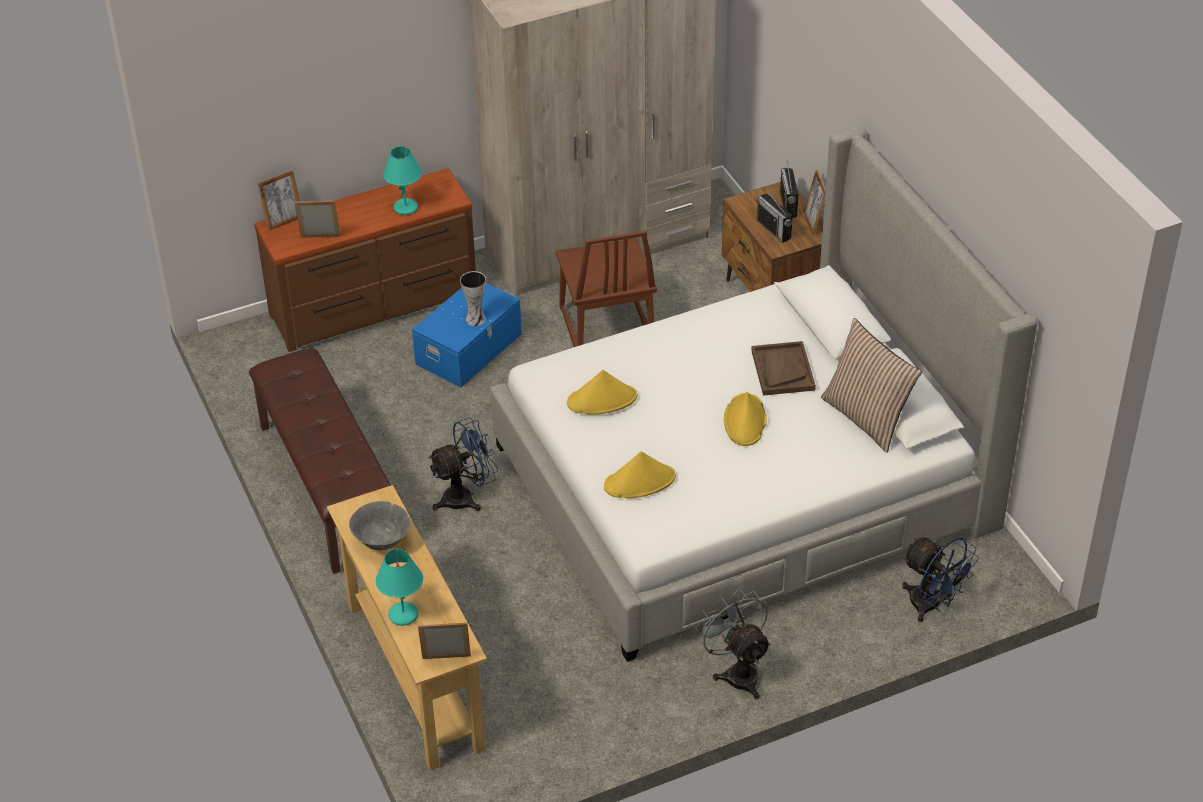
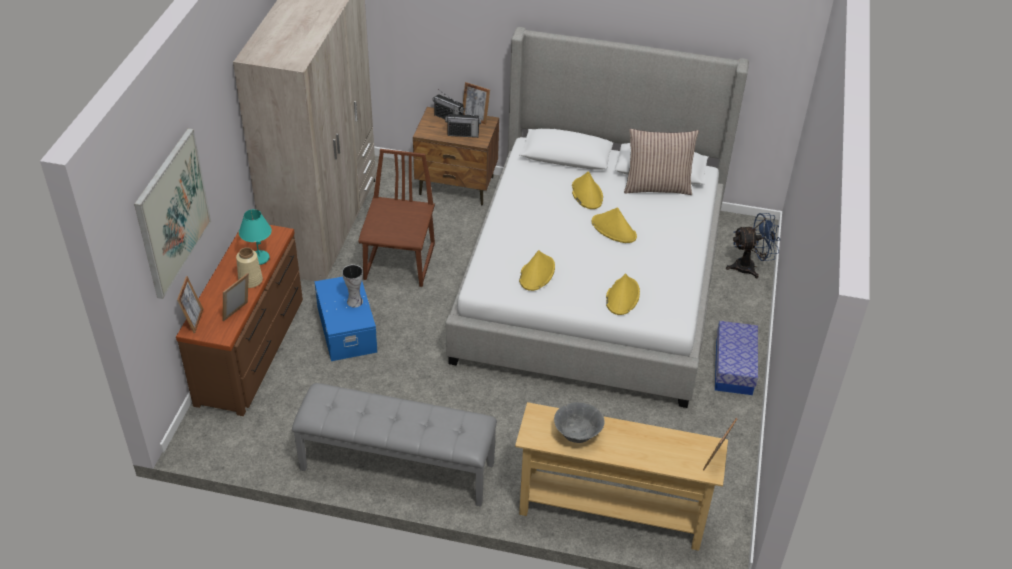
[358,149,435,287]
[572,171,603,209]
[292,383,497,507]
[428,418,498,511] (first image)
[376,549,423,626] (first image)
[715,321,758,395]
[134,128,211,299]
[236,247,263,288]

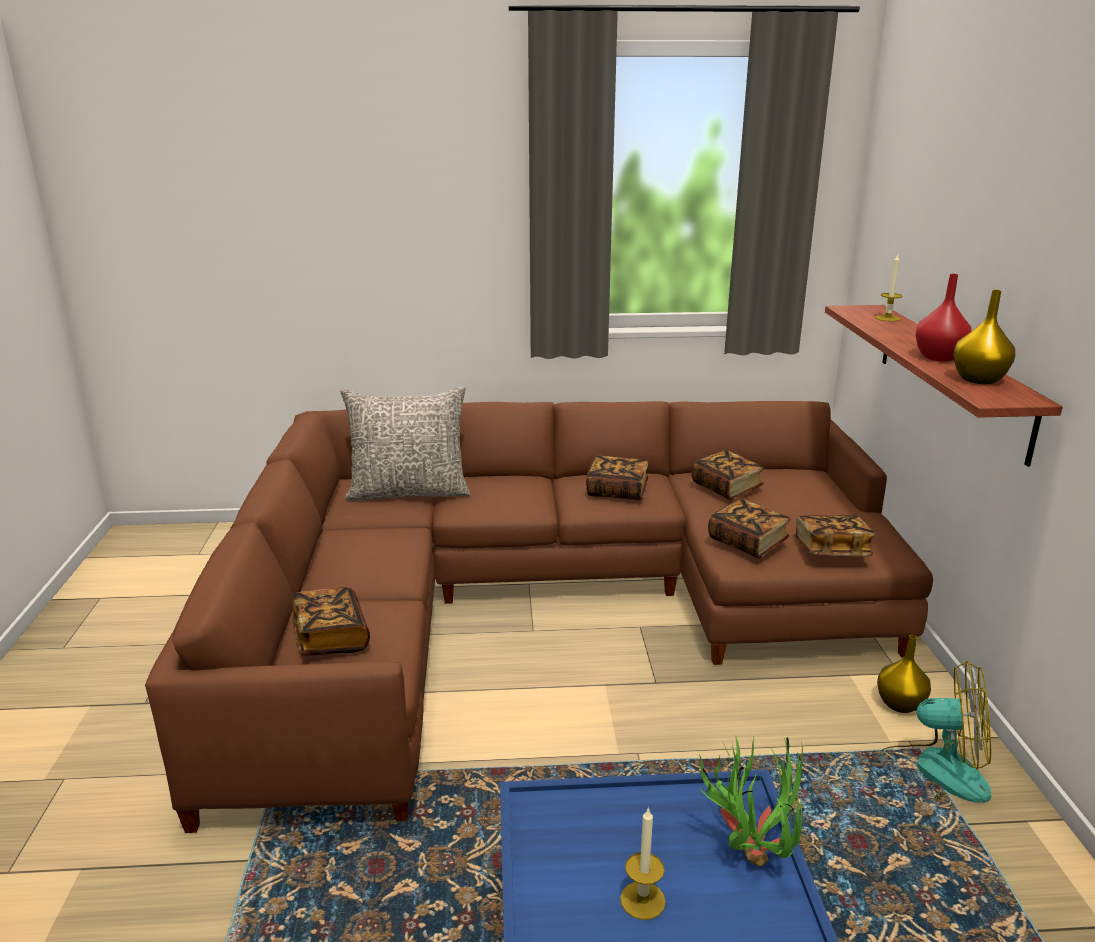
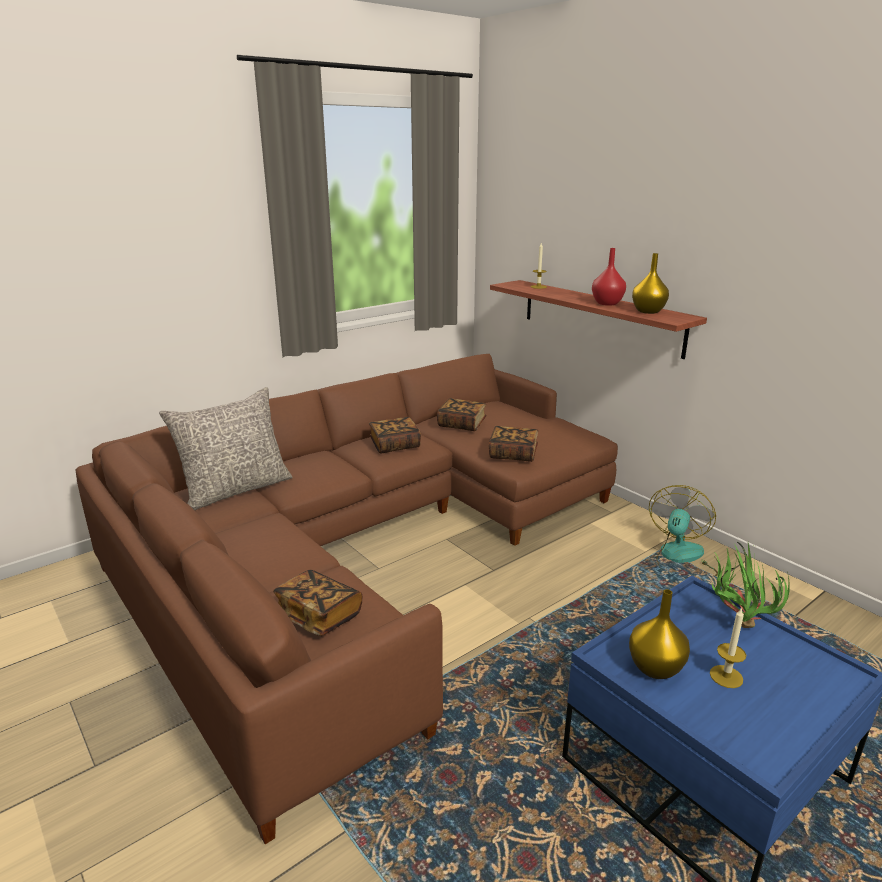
[796,515,876,556] (first image)
[629,589,690,679]
[649,485,718,576]

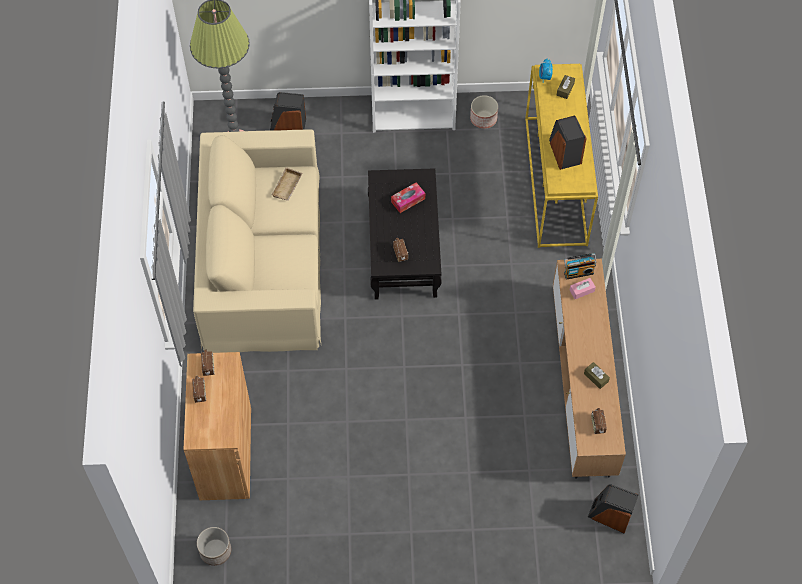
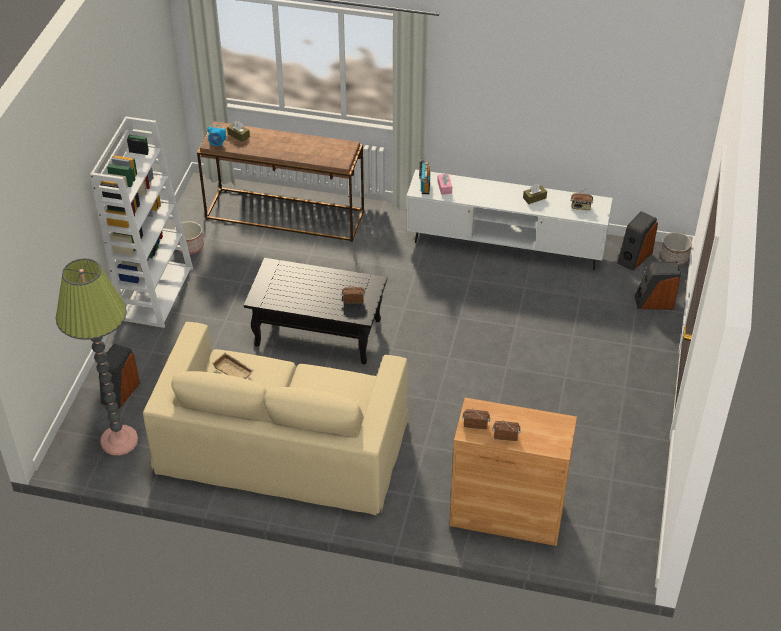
[197,122,364,242]
[635,261,681,310]
[391,182,425,213] (first image)
[406,170,613,270]
[660,232,692,266]

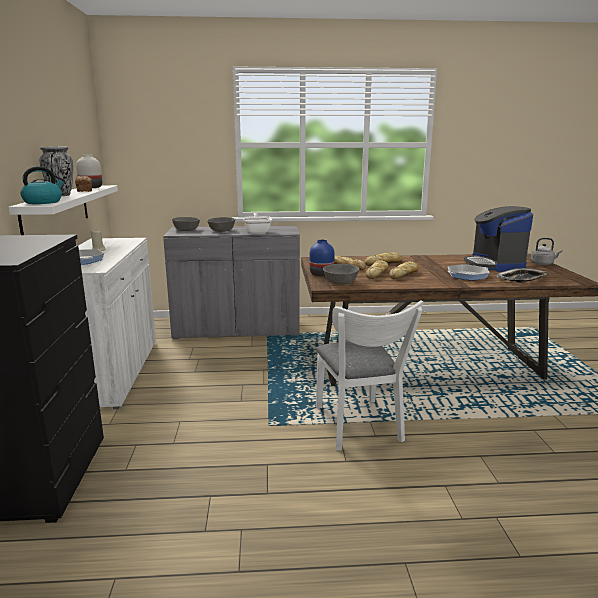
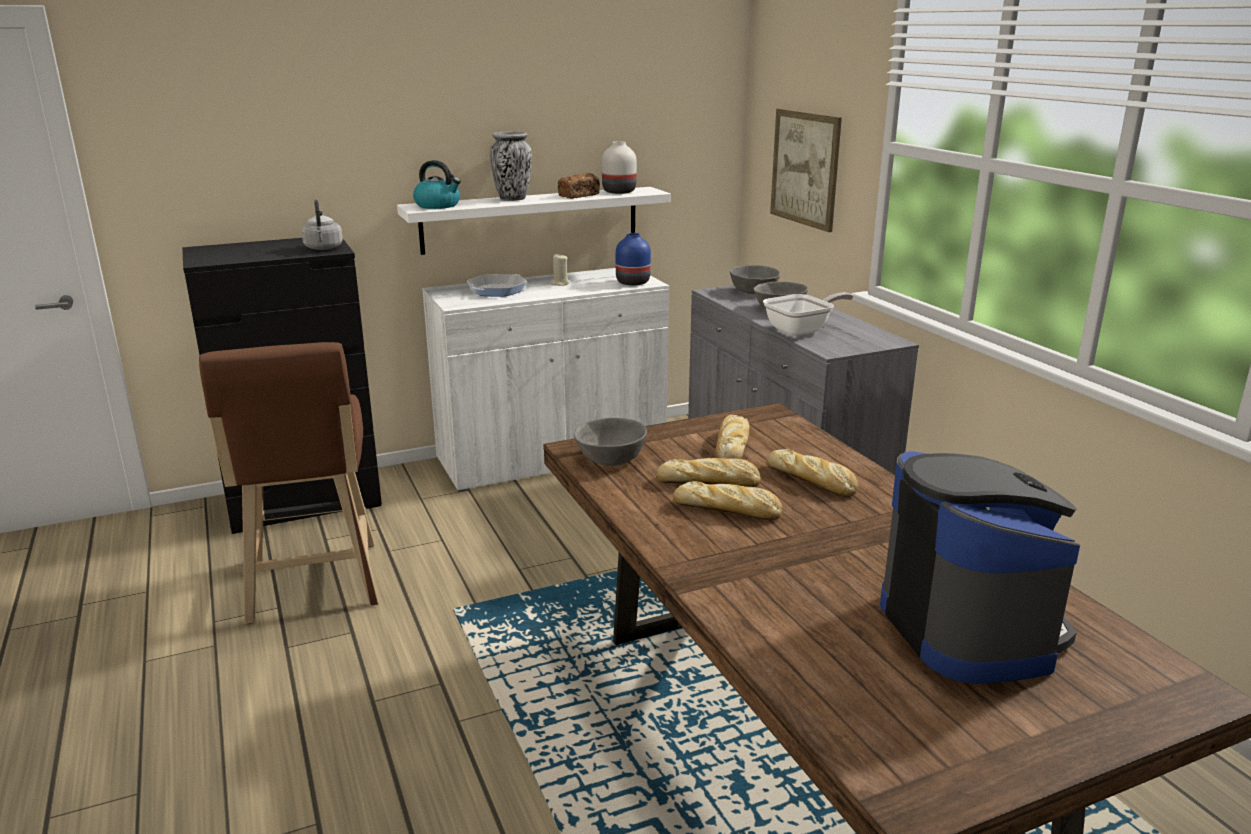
[880,451,1080,684]
[302,200,343,250]
[616,233,651,285]
[448,264,490,281] (first image)
[496,268,549,283] (first image)
[316,300,424,451] (first image)
[770,109,842,232]
[199,342,379,624]

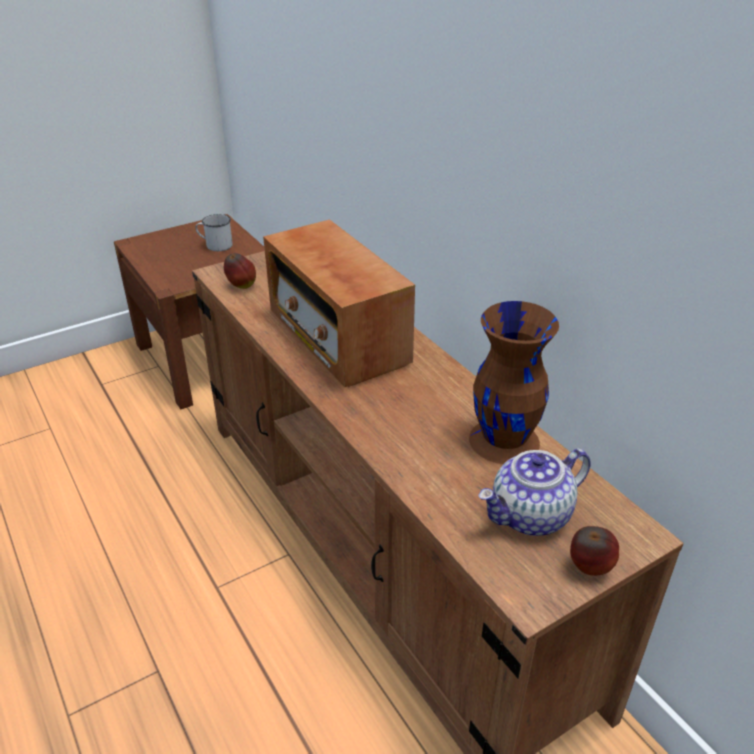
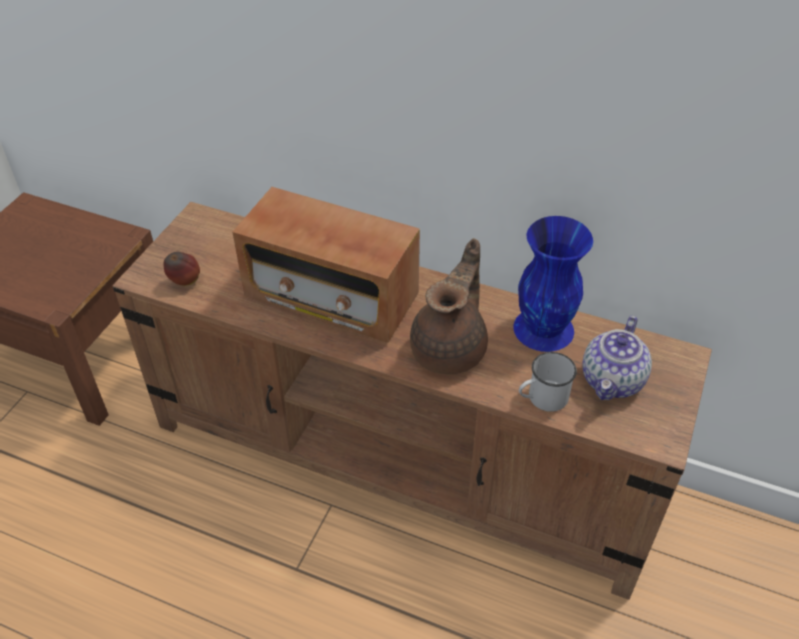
[519,352,577,412]
[514,216,593,352]
[570,526,619,576] (first image)
[410,238,488,374]

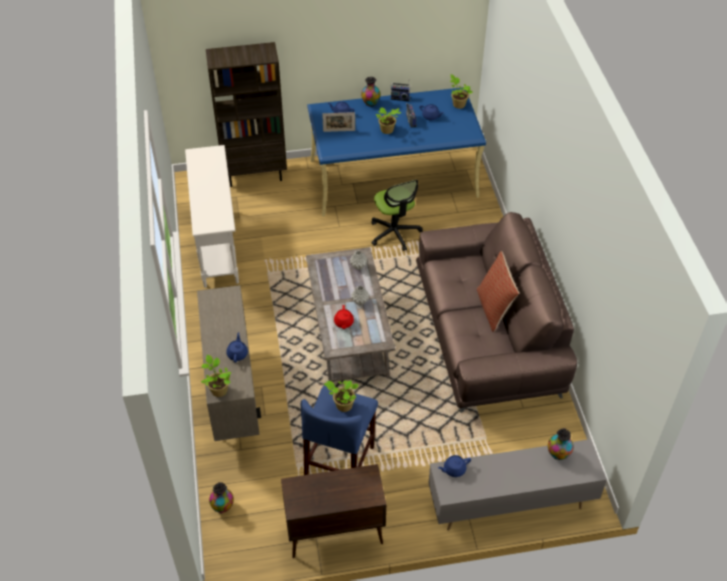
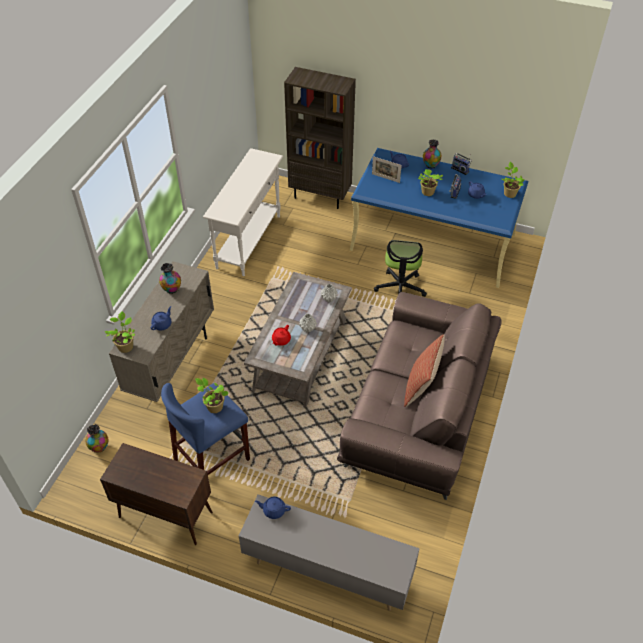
[159,263,181,294]

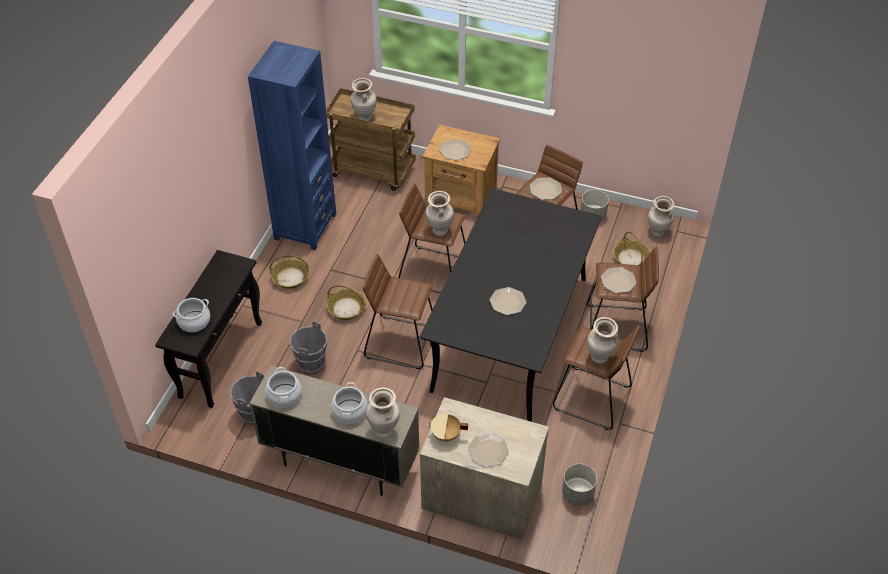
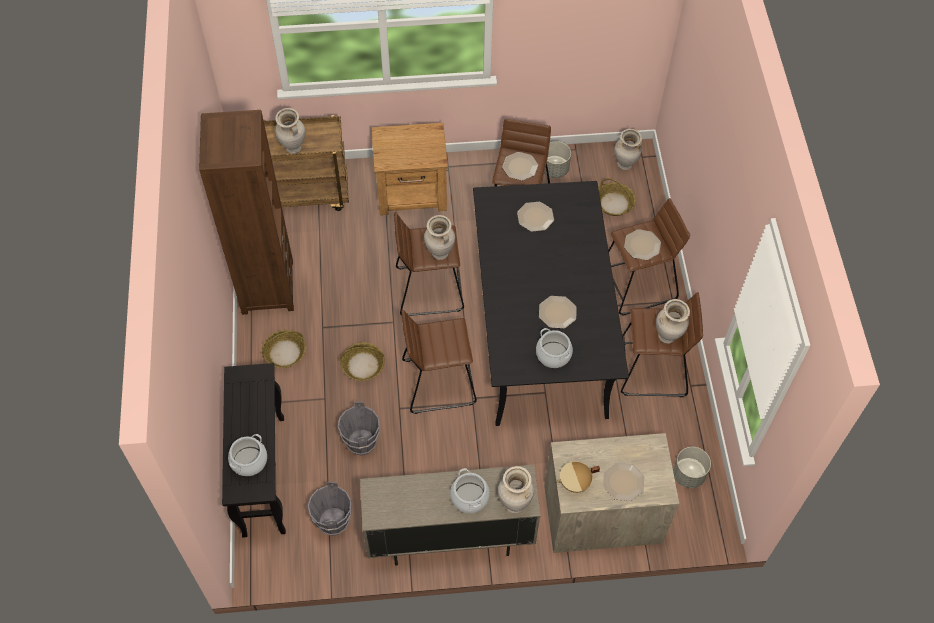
[199,110,294,315]
[517,202,554,232]
[536,328,573,368]

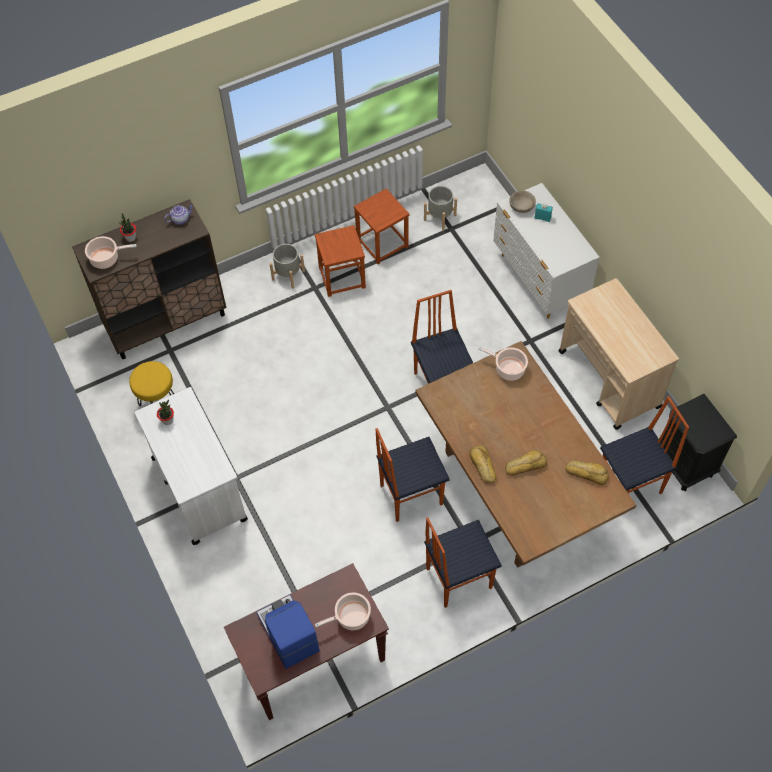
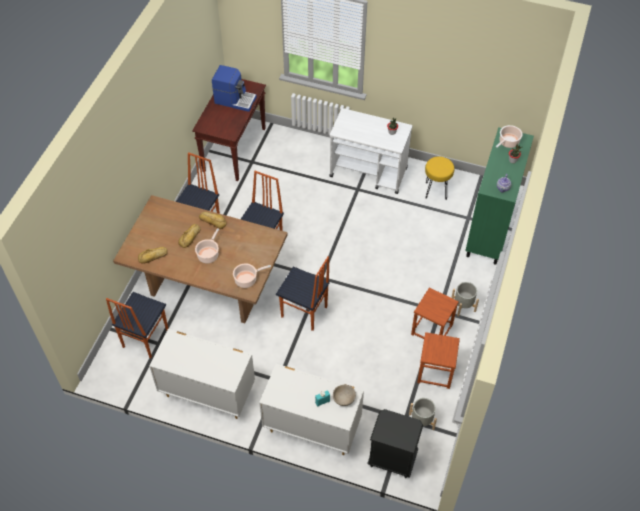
[465,127,534,265]
[149,329,255,419]
[367,409,423,478]
[195,228,219,264]

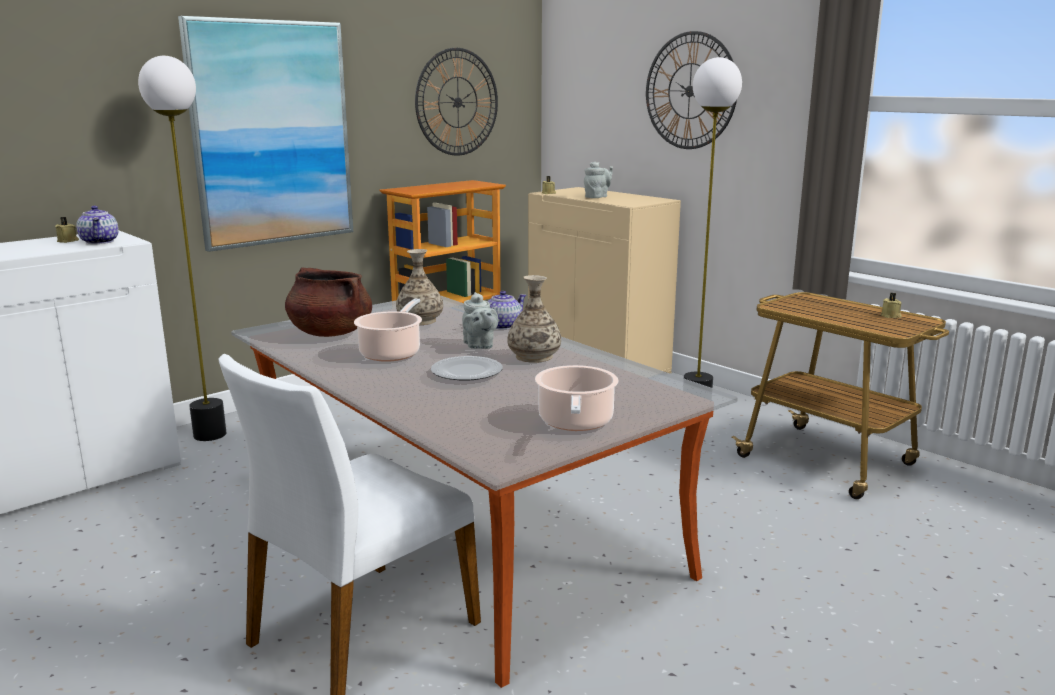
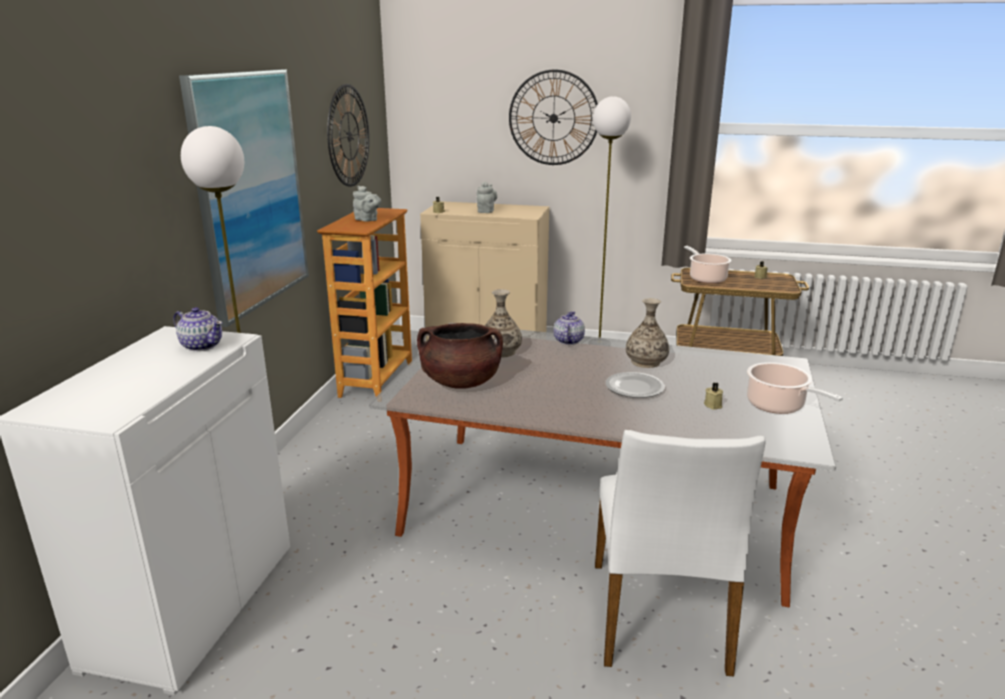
[704,382,723,409]
[353,186,381,222]
[684,246,731,284]

